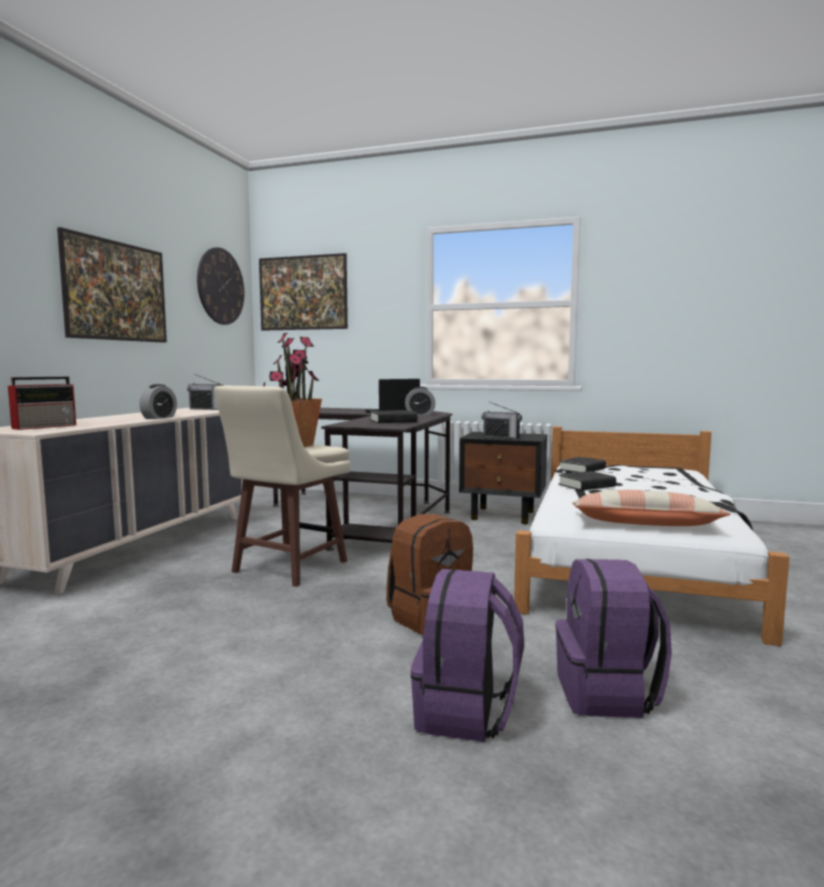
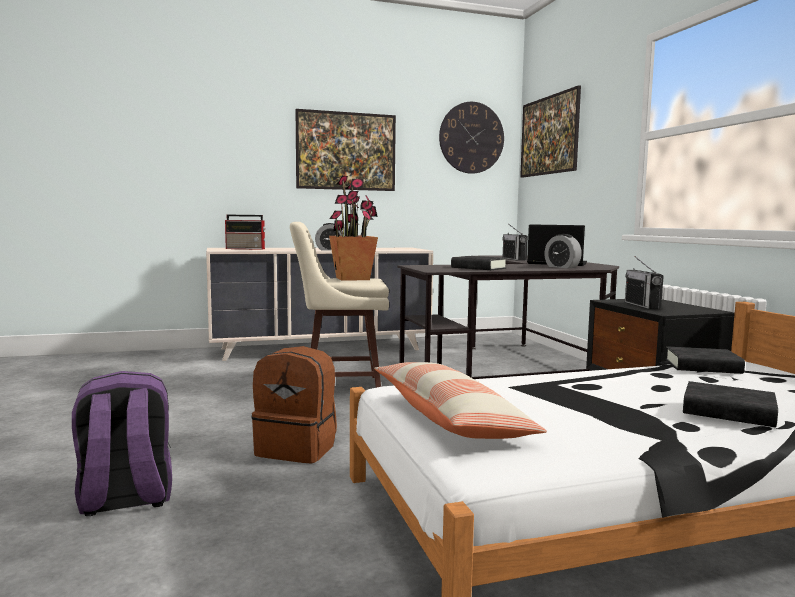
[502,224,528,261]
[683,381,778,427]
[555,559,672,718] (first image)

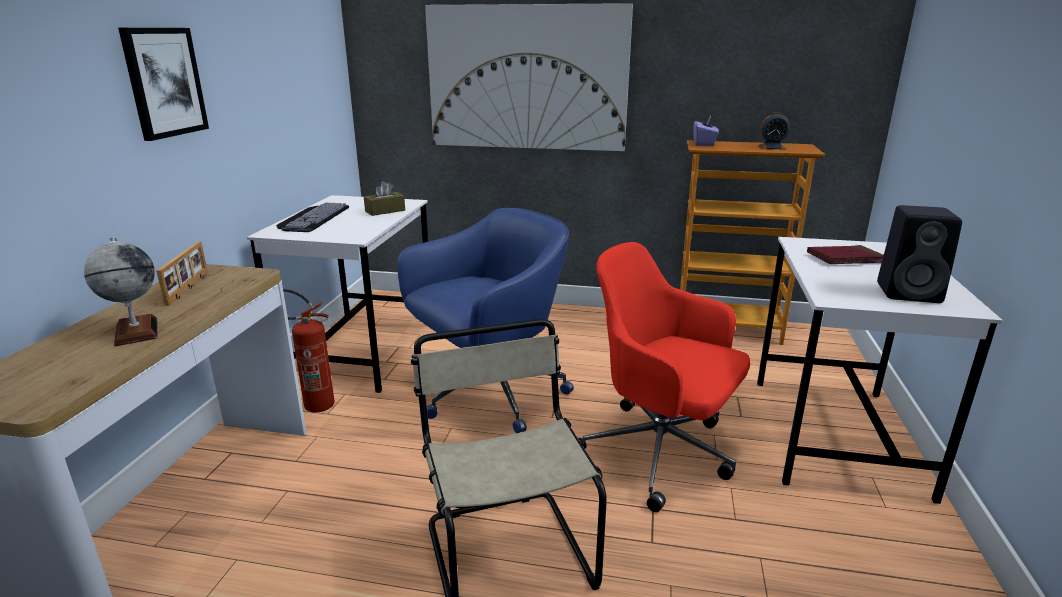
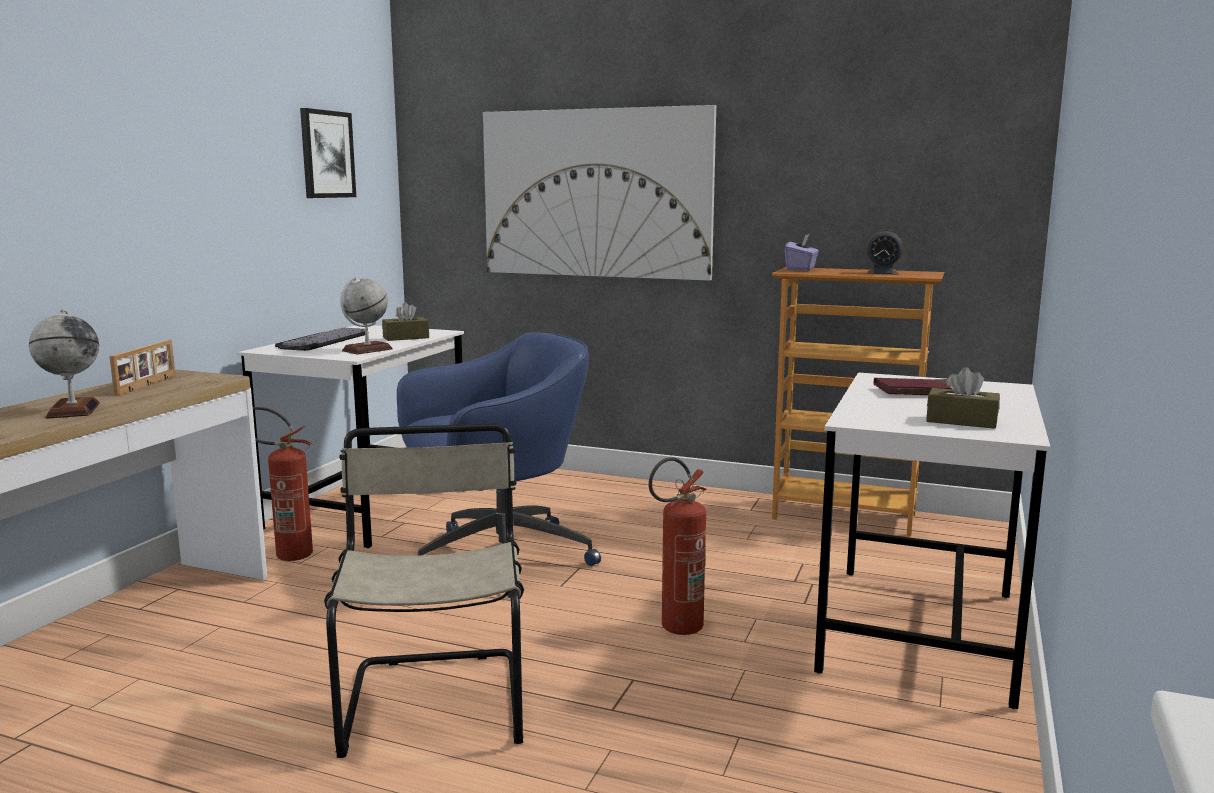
[300,108,356,198]
[926,367,1000,429]
[648,457,706,635]
[340,277,393,355]

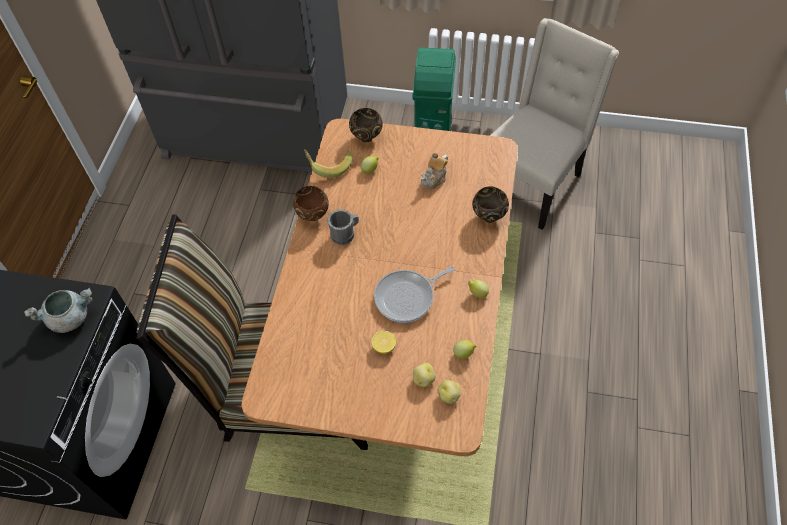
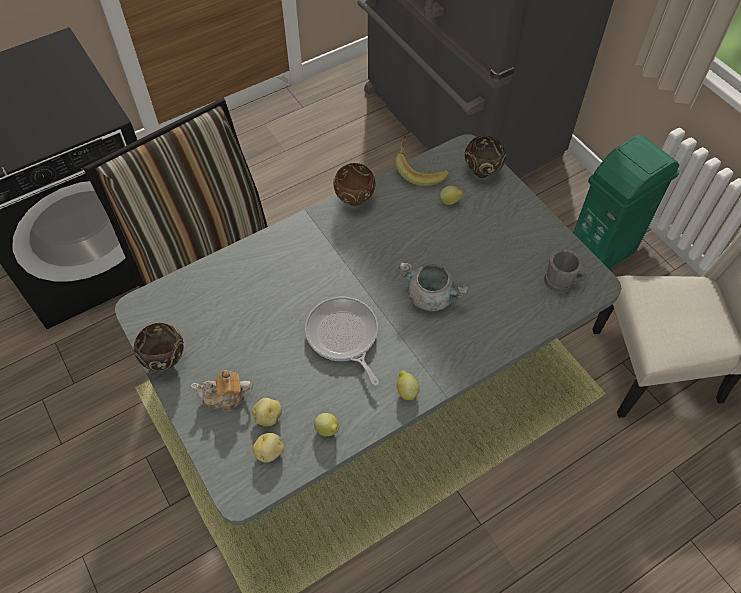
[115,134,622,525]
[191,370,253,411]
[134,323,184,371]
[544,249,588,293]
[305,297,379,386]
[399,262,469,311]
[371,331,396,354] (first image)

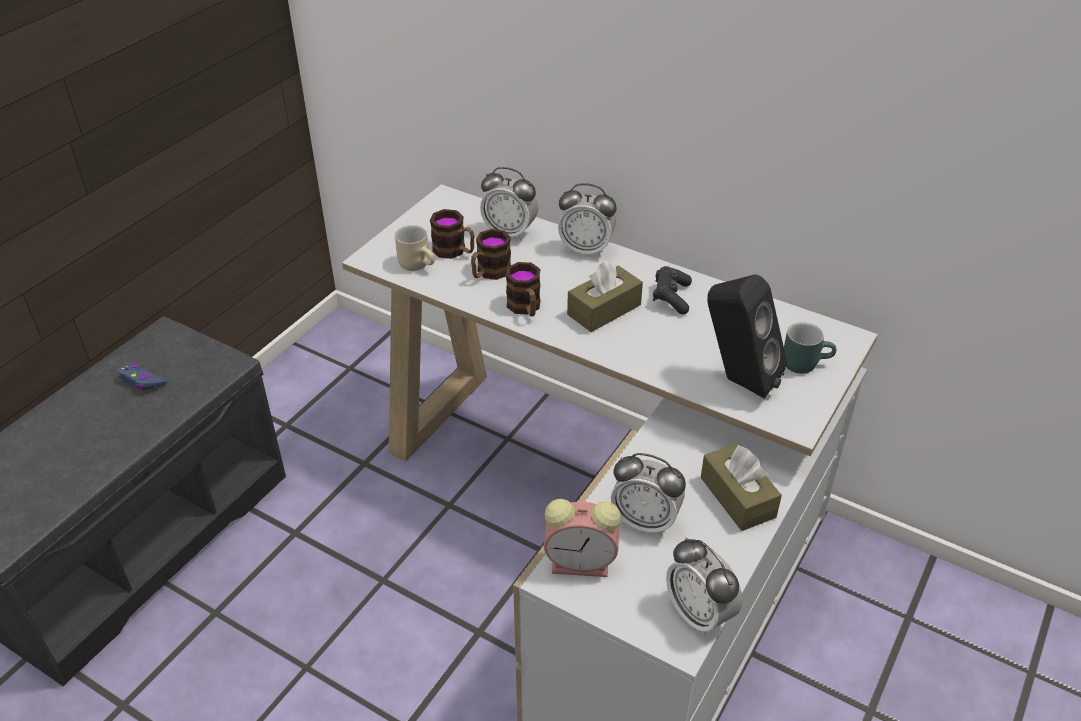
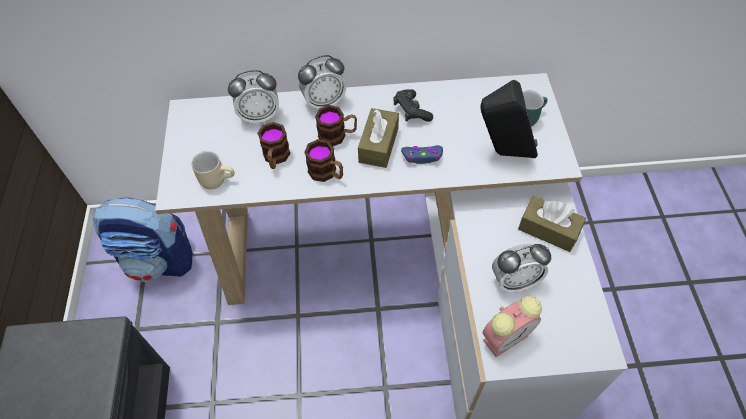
[315,105,357,146]
[401,145,443,164]
[666,537,742,636] (first image)
[93,197,192,282]

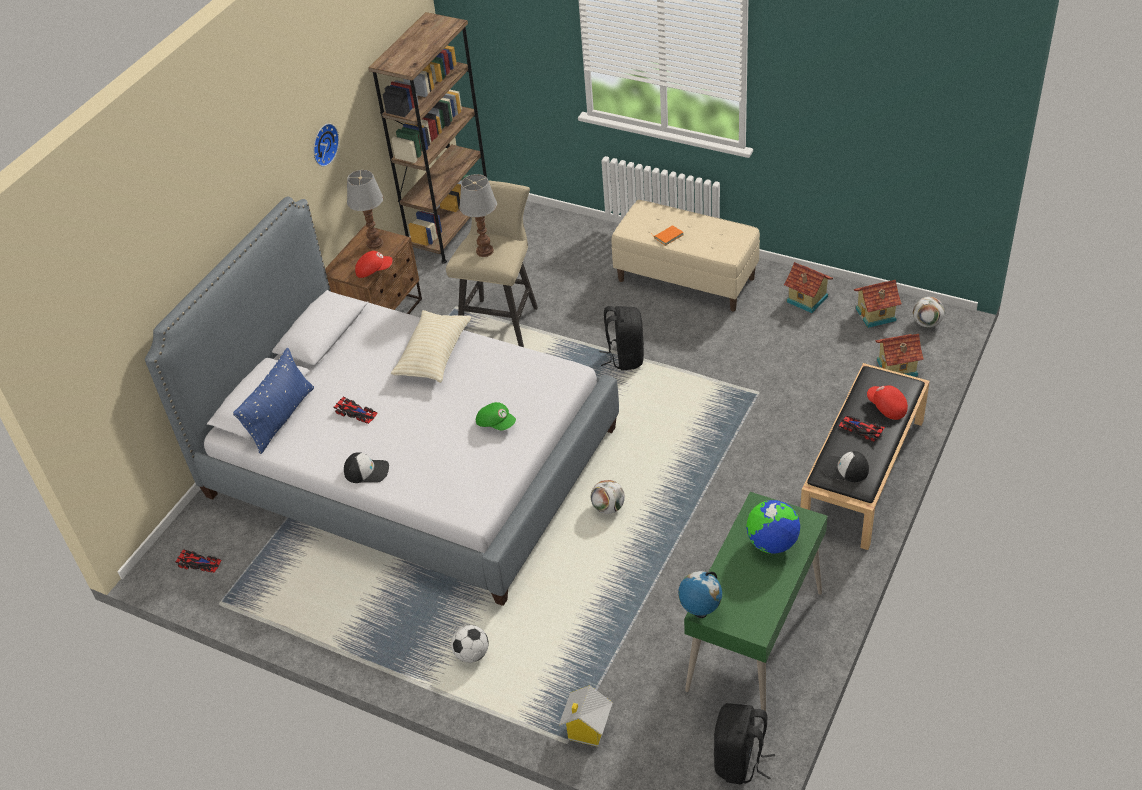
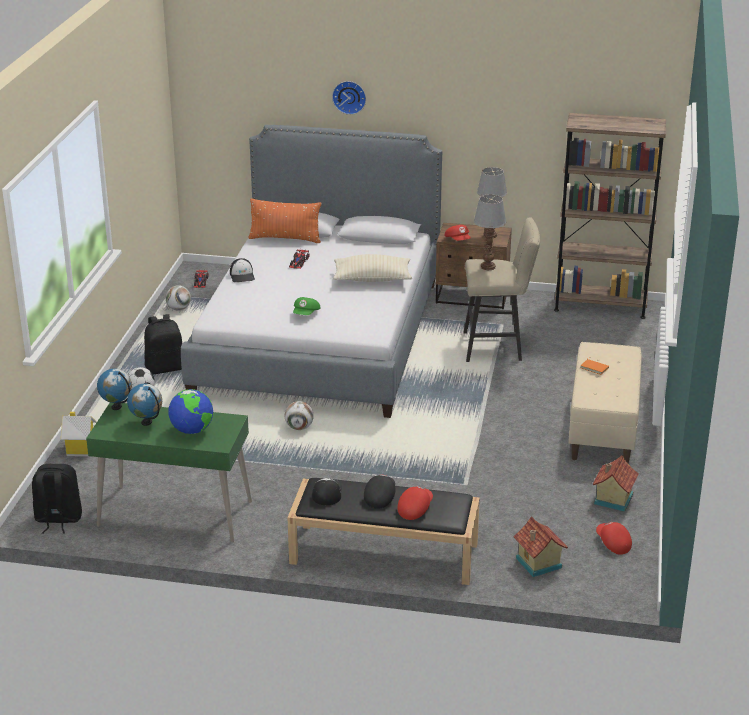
[332,81,366,115]
[596,522,632,555]
[165,285,191,311]
[144,314,182,374]
[248,198,322,243]
[364,474,396,509]
[127,383,162,426]

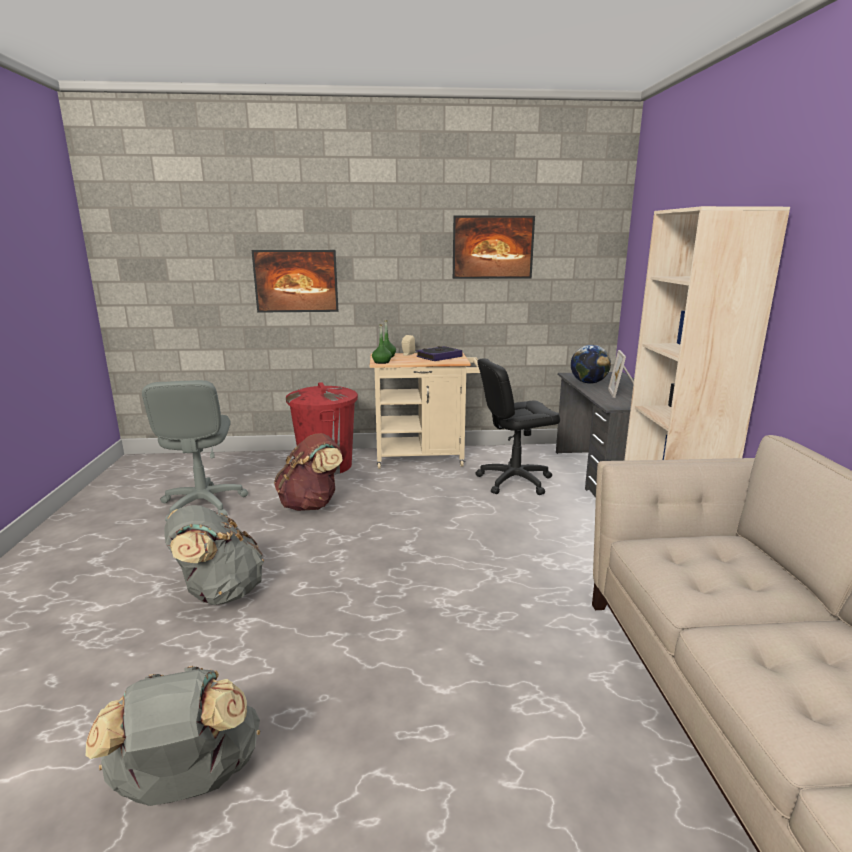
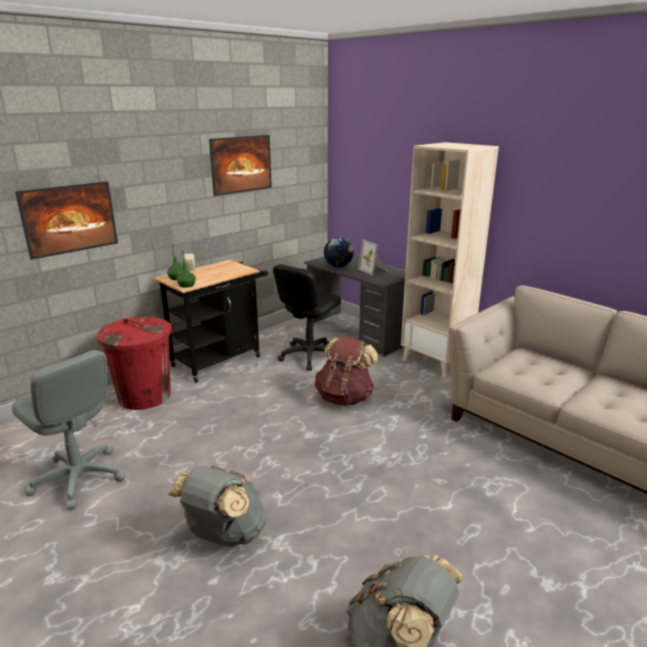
[416,346,463,361] (first image)
[155,260,268,382]
[315,337,378,406]

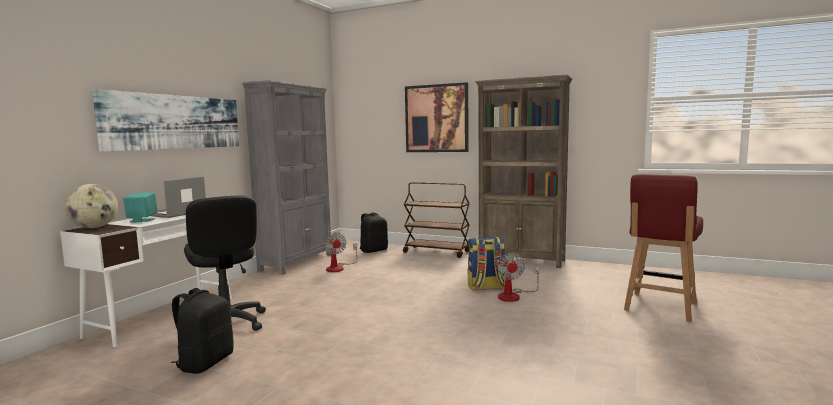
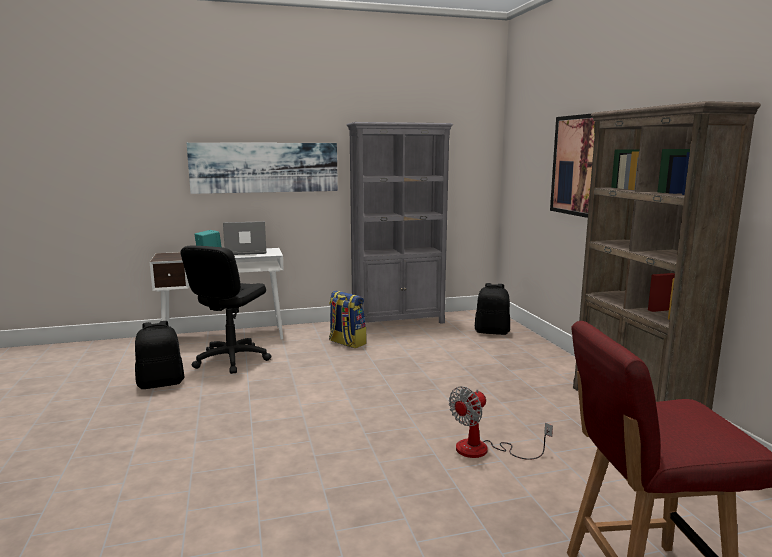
[403,182,470,258] (first image)
[64,184,118,228] (first image)
[325,233,357,272] (first image)
[329,291,366,348]

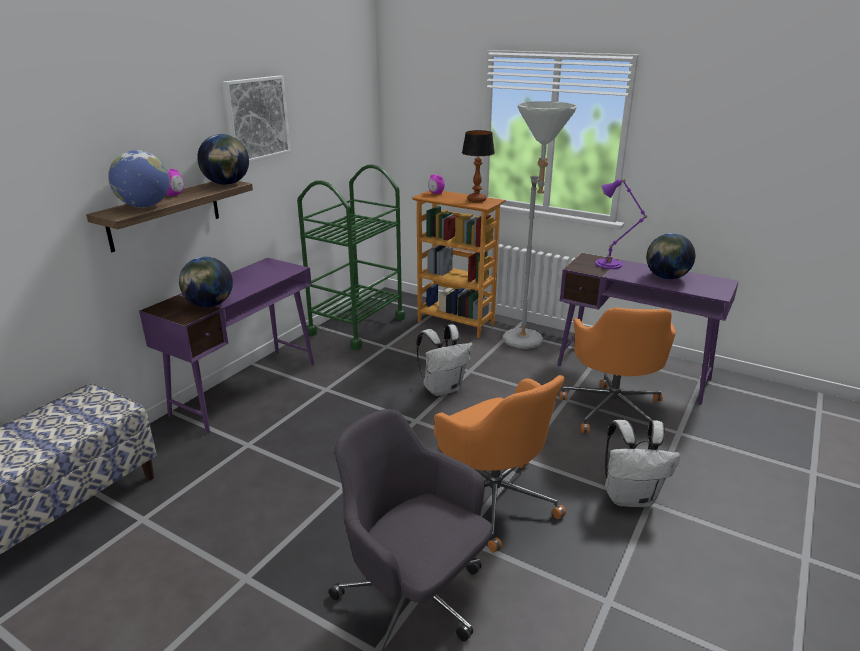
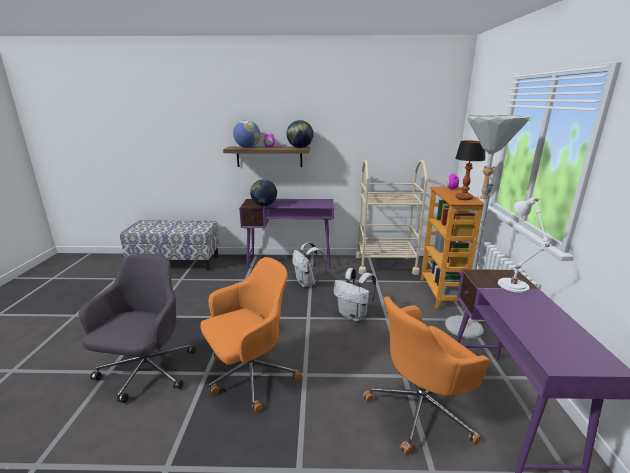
[222,76,291,162] (first image)
[355,160,428,275]
[498,198,551,293]
[646,233,695,279] (first image)
[201,257,302,413]
[292,242,327,287]

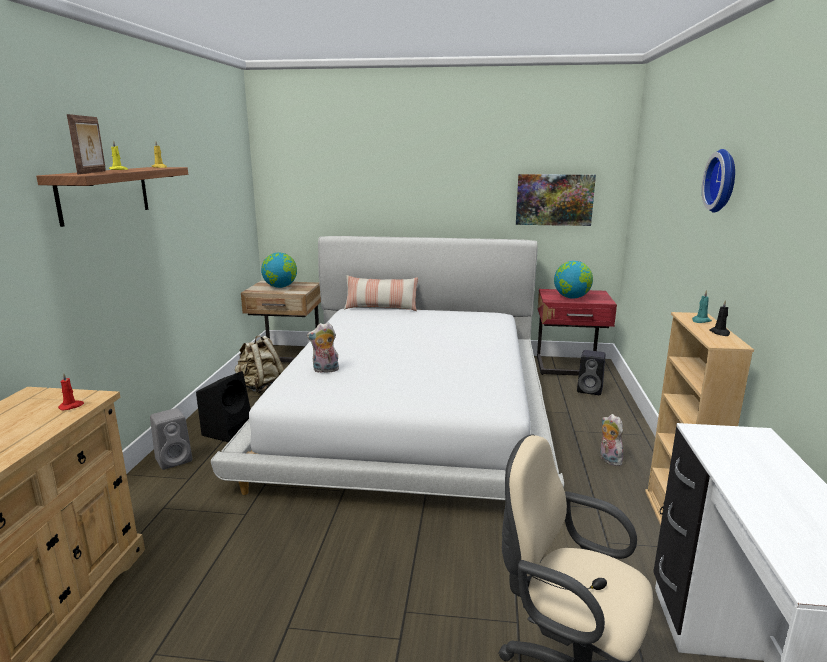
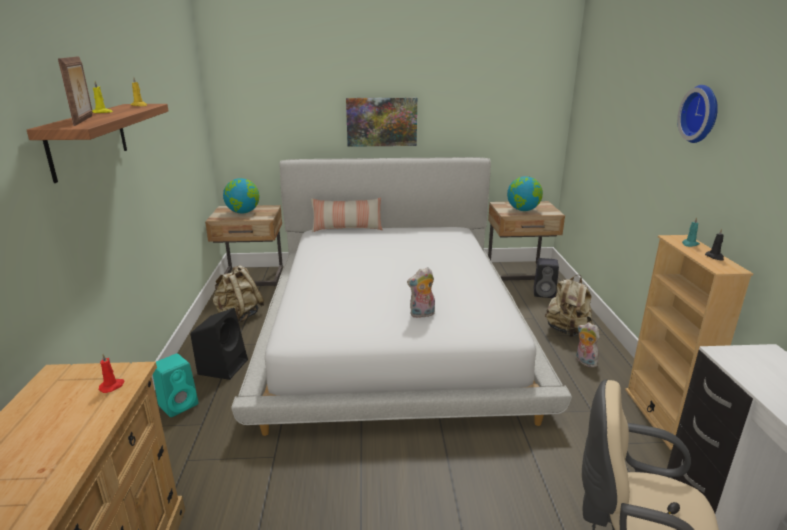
[346,98,417,147]
[488,201,565,281]
[407,267,435,318]
[153,354,198,417]
[545,274,592,337]

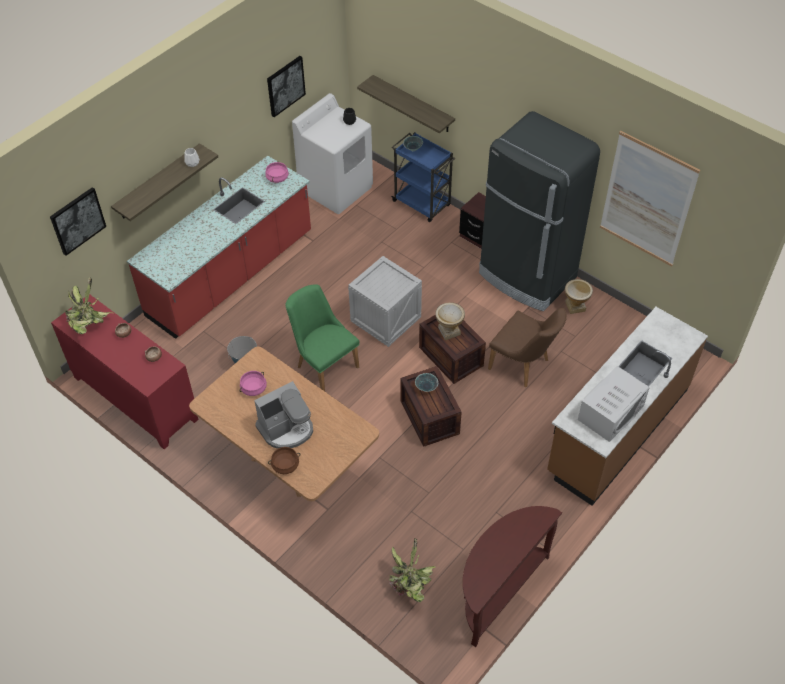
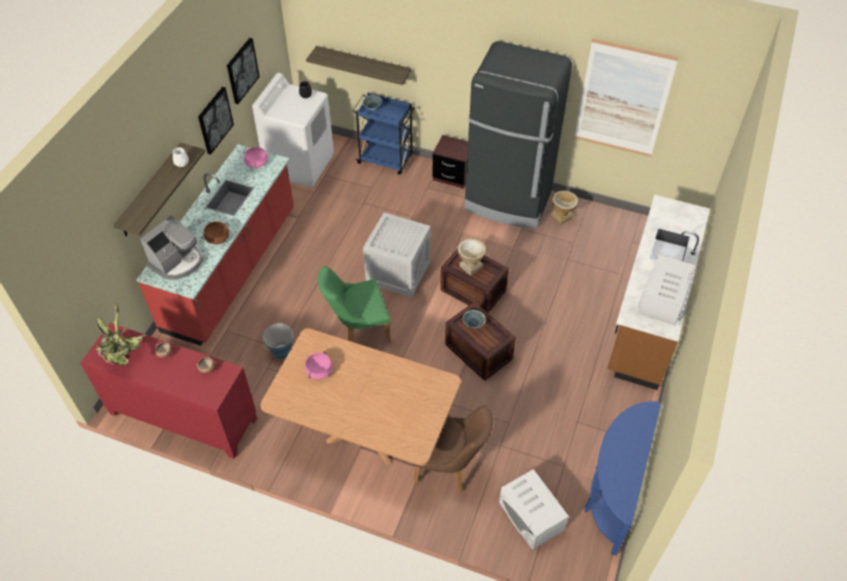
[198,87,234,155]
[317,266,391,343]
[413,405,493,493]
[140,215,203,280]
[202,221,229,244]
[585,401,661,556]
[499,469,569,550]

